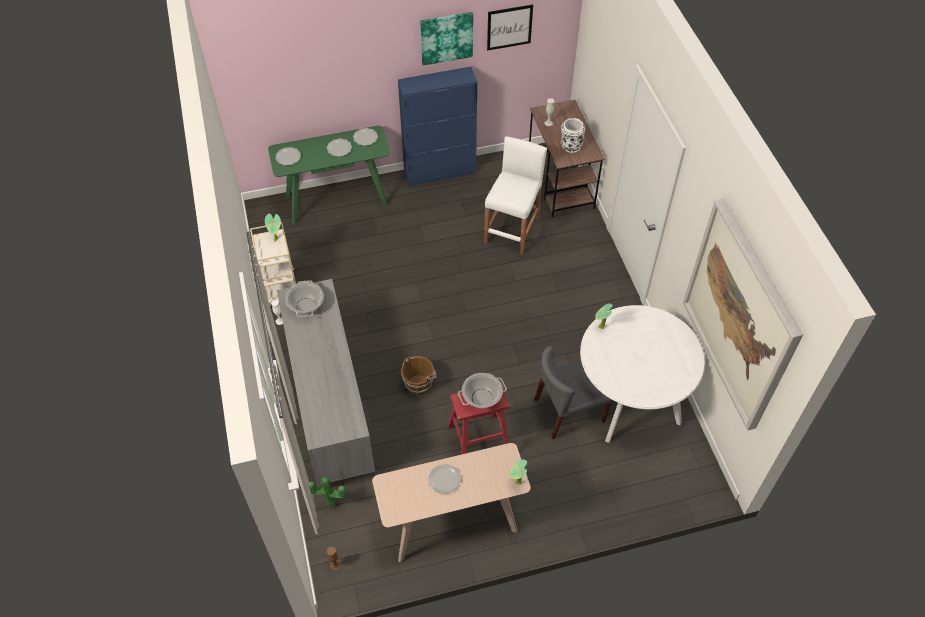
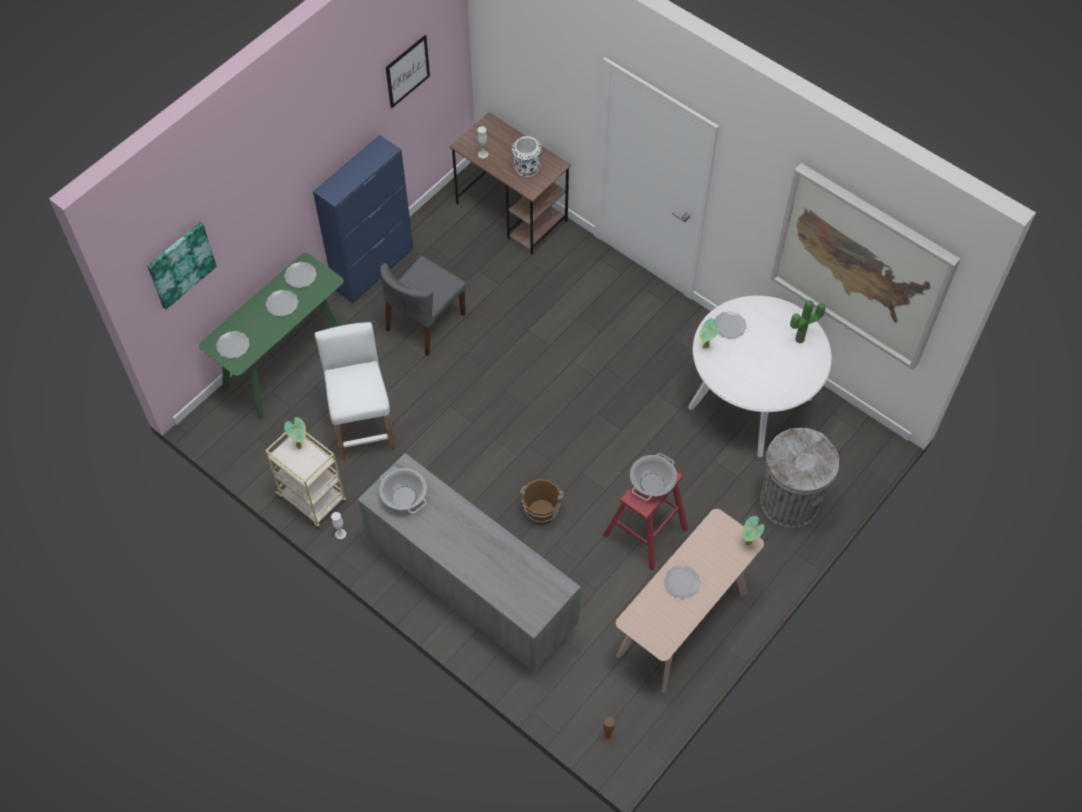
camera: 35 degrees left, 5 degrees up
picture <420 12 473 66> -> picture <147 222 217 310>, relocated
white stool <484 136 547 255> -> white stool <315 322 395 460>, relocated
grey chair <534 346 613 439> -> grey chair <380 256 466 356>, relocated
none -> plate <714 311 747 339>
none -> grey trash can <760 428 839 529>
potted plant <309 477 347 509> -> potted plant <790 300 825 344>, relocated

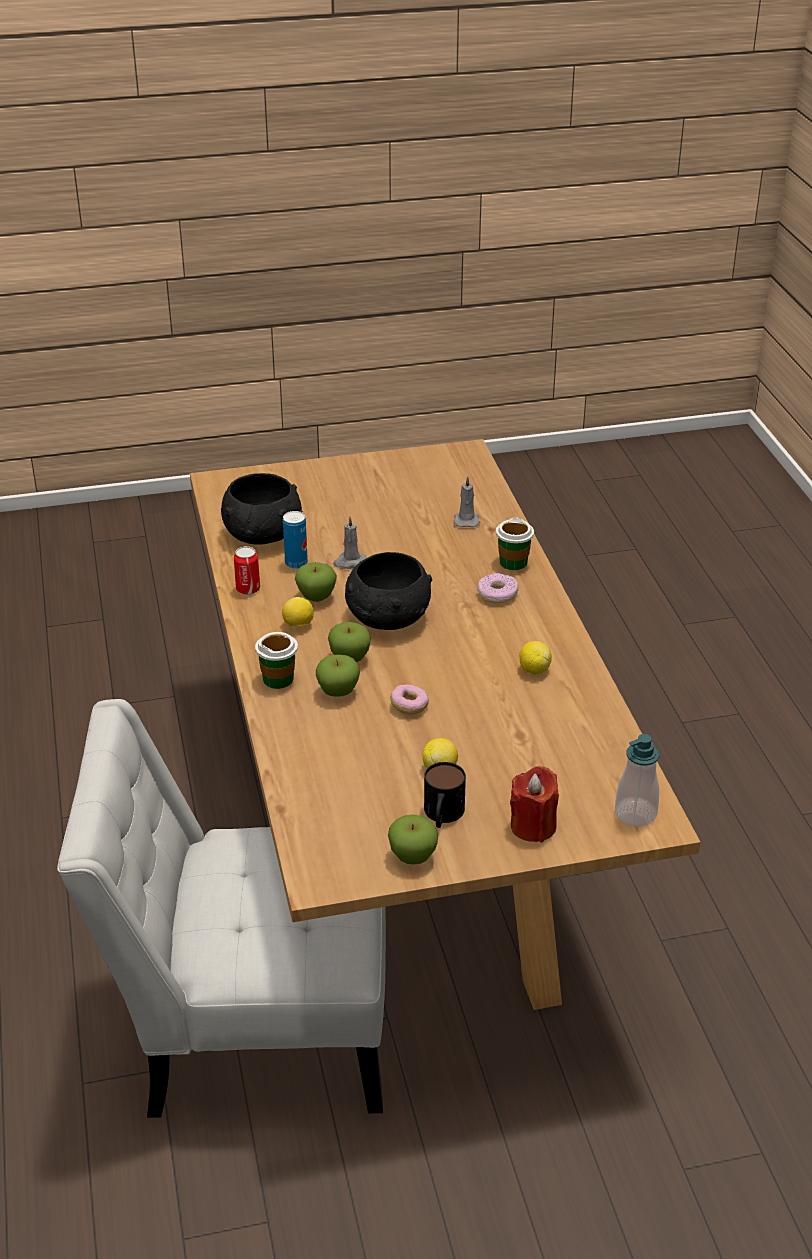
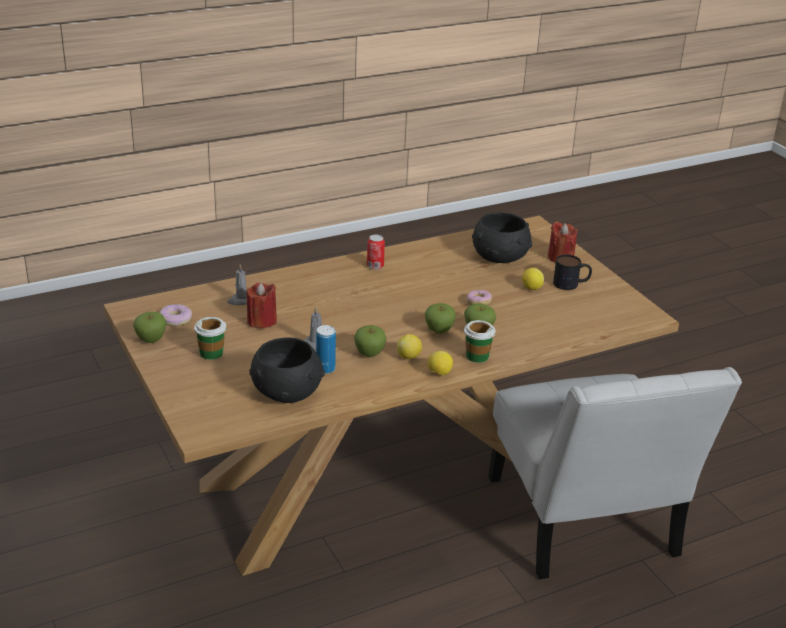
camera: 105 degrees left, 5 degrees down
apple <388 815 438 865> -> apple <133 312 166 343>, relocated
donut <477 573 519 604> -> donut <159 304 192 326>, relocated
cup <496 517 534 570> -> cup <194 317 227 360>, relocated
none -> red candle <247 282 277 328>
can <234 546 260 595> -> can <367 234 385 269>, relocated
lemon <519 641 552 674> -> lemon <428 351 453 375>, relocated
black bowl <345 552 432 630> -> black bowl <472 212 532 263>, relocated
soap dispenser <615 734 659 827> -> none

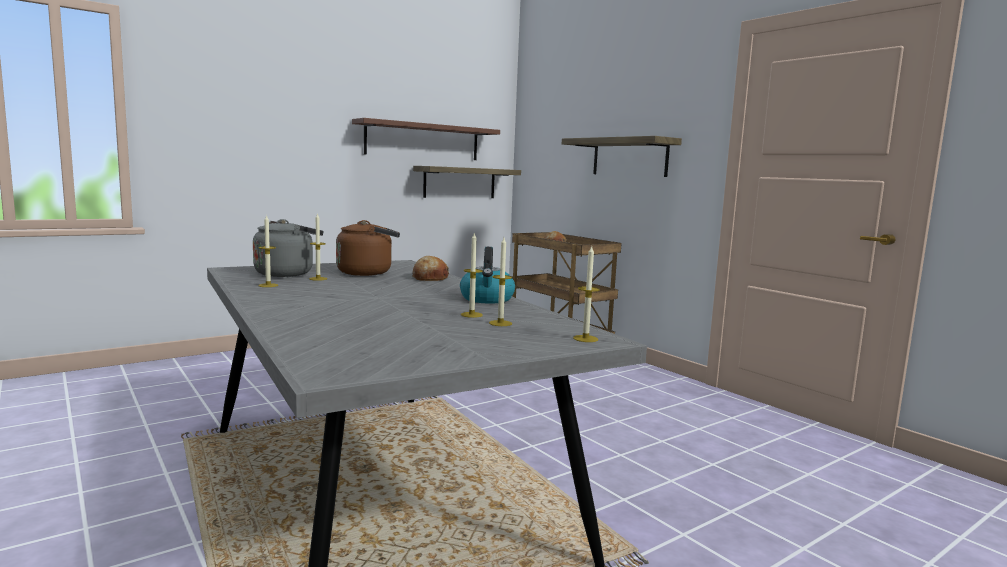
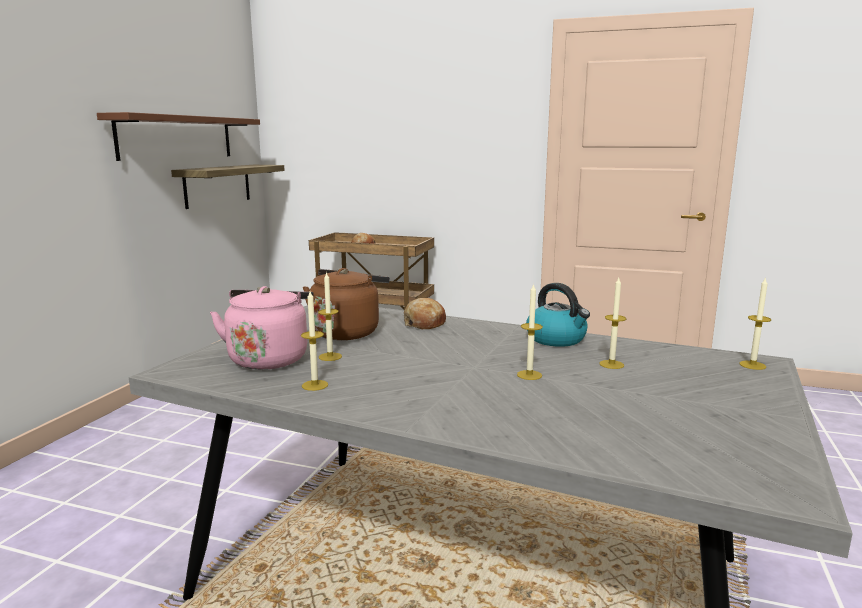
camera: 35 degrees left, 5 degrees up
grey kettle <253 219 324 277> -> pink kettle <210 286 314 370>
candle <489 238 512 326> -> candle <517 283 543 380>, relocated
shelf <562 136 682 177> -> none

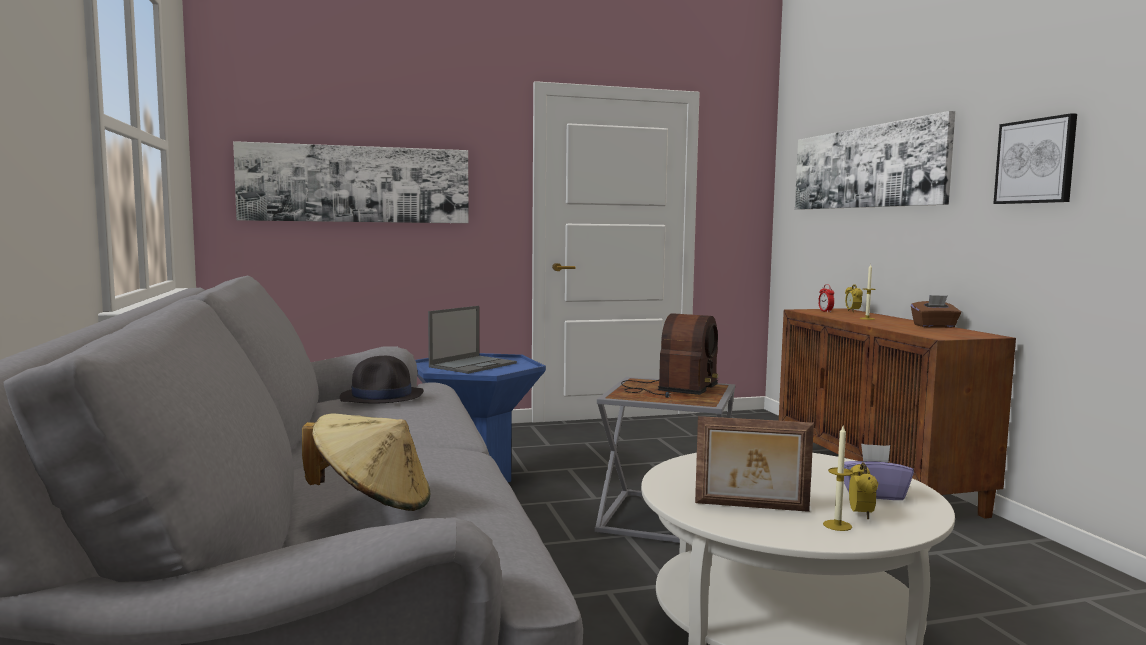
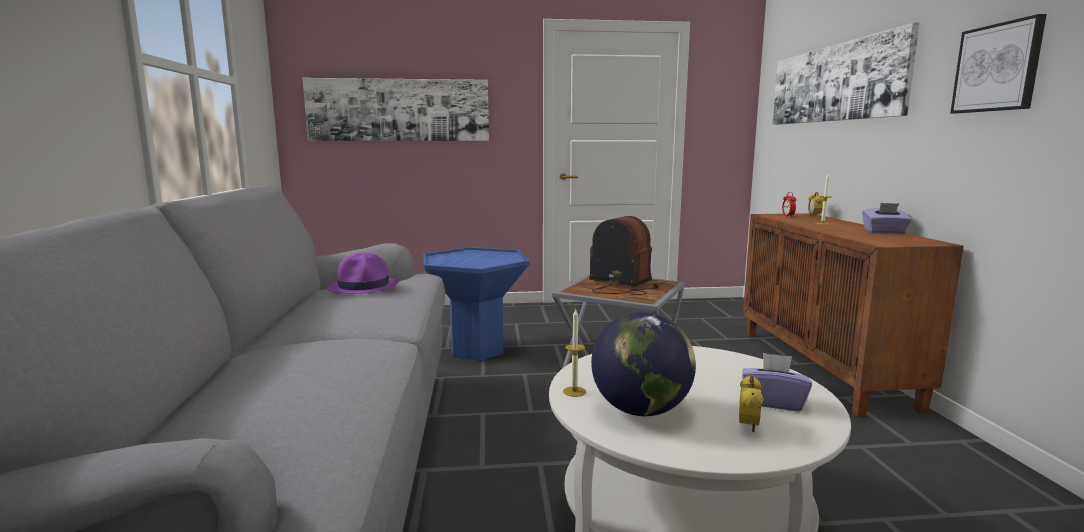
camera: 10 degrees right, 5 degrees up
black hat <340 356 424 403> -> purple hat <328 253 399 294>
candle <823 426 853 531> -> candle <563 309 586 397>, relocated
radio <621 313 718 398> -> radio <589 216 658 295>, 90 degrees counterclockwise
picture frame <695 416 814 512> -> globe <591 312 696 416>
brown tissue box <911 295 961 328> -> purple tissue box <862 203 912 234>
beige hat <302 414 430 511> -> none
laptop <428 306 517 374> -> none

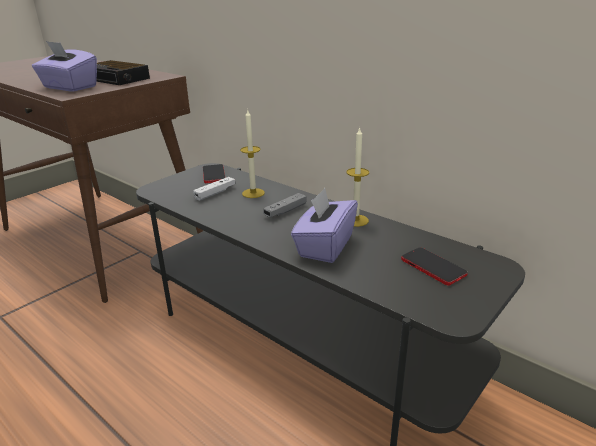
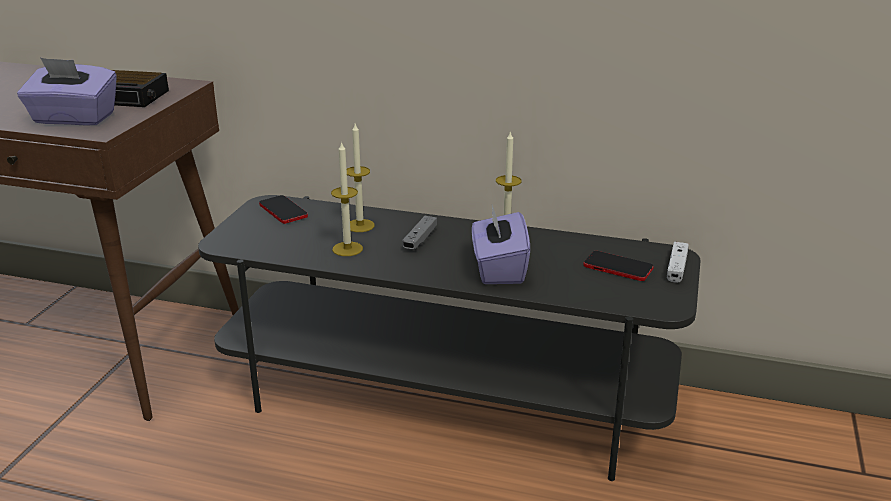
camera: 25 degrees left, 0 degrees up
none -> candle <331 141 363 256>
white game controller <193 177 235 201> -> white game controller <667 242 689 283>, relocated

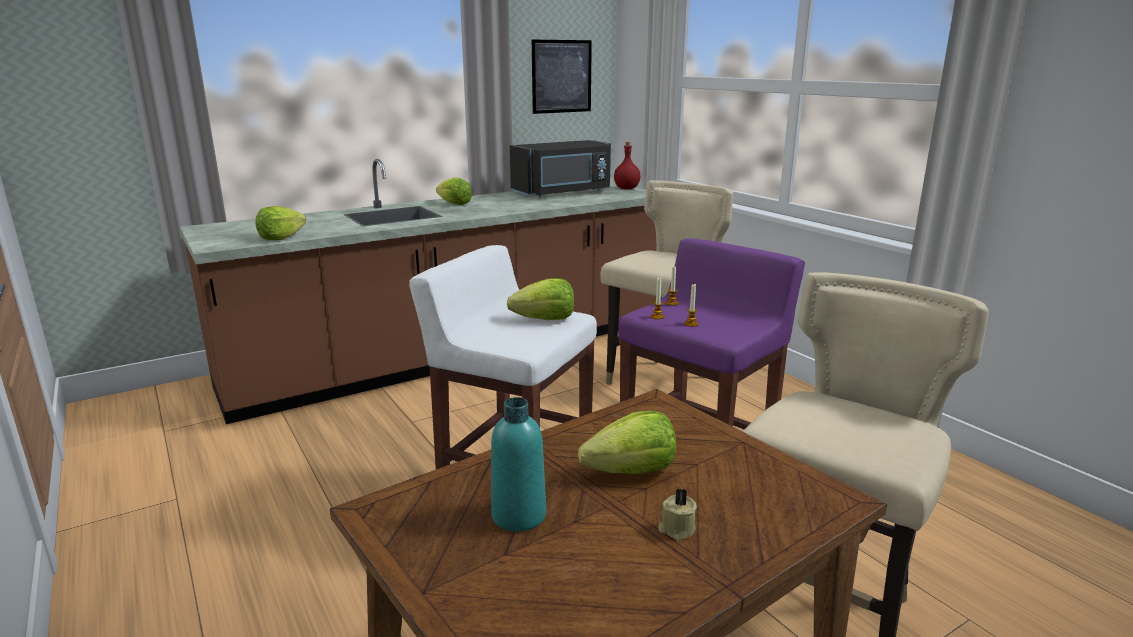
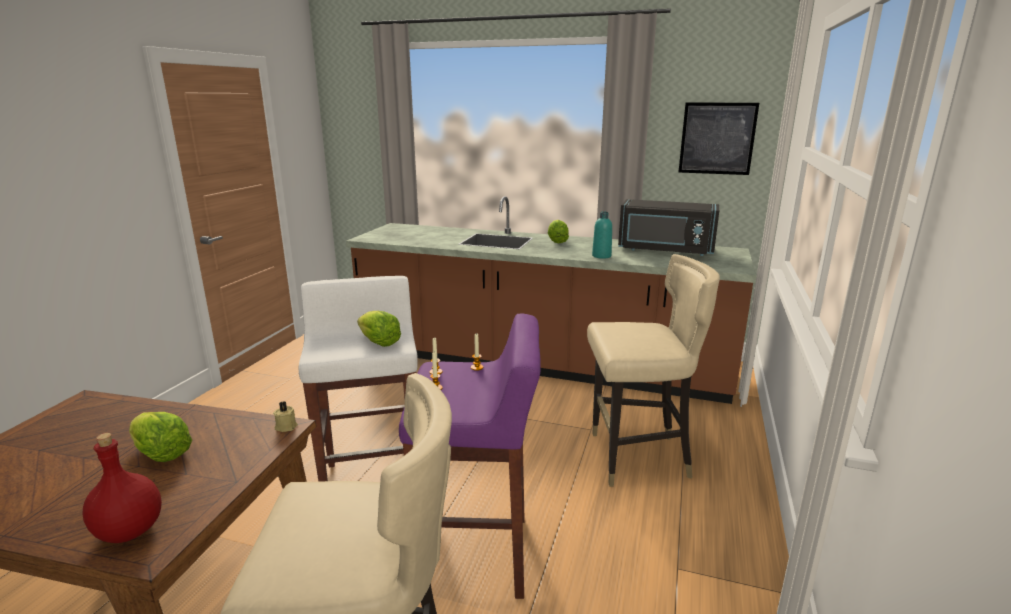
camera: 50 degrees right, 0 degrees up
red bottle <614 142 640 189> -> red bottle <83 433 162 543>, relocated
beige candle <658 488 697 540> -> beige candle <273 401 298 432>, relocated
turquoise bottle <491 397 546 532> -> turquoise bottle <592 212 612 259>, relocated
lettuce <255 206 306 240> -> none

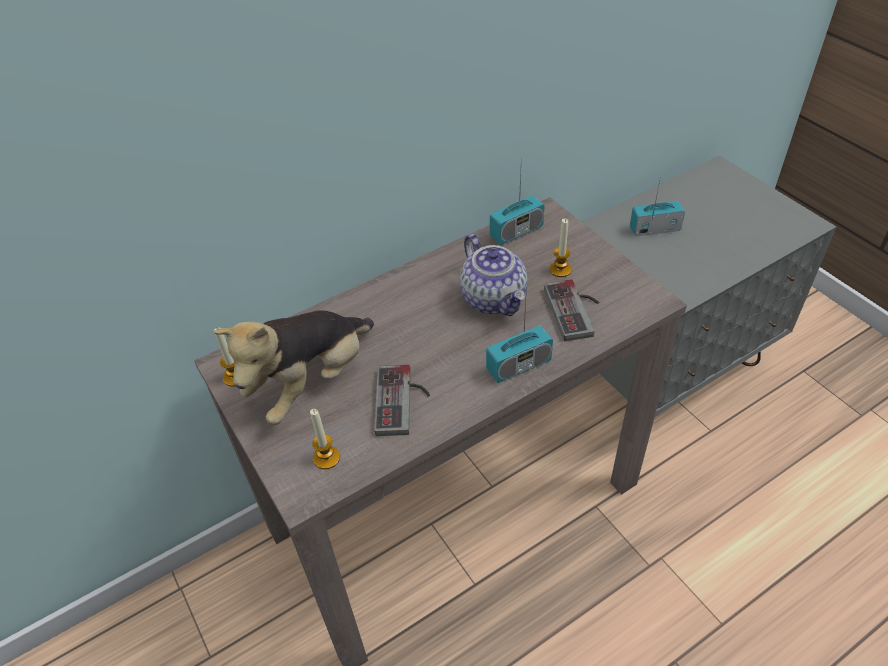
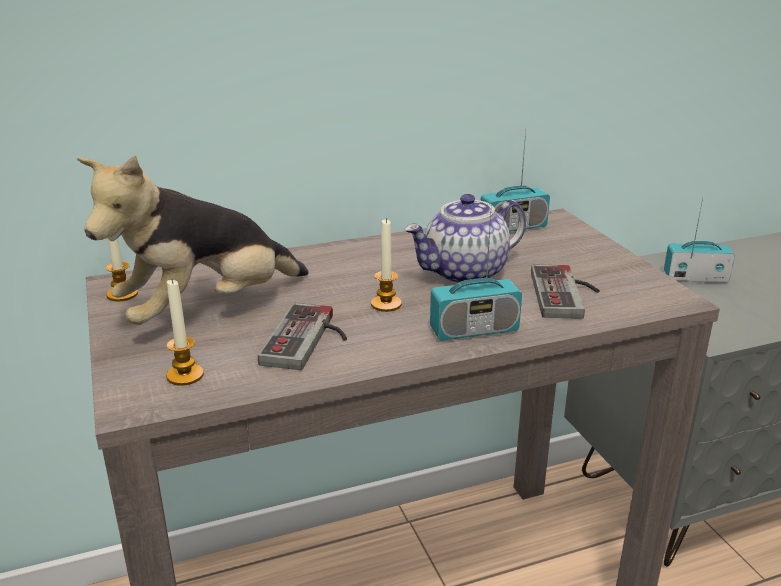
camera: 10 degrees right, 20 degrees down
candle <550 218 572 277> -> candle <371 218 402 312>, relocated
teapot <460 234 528 316> -> teapot <404 194 526 284>, 75 degrees clockwise

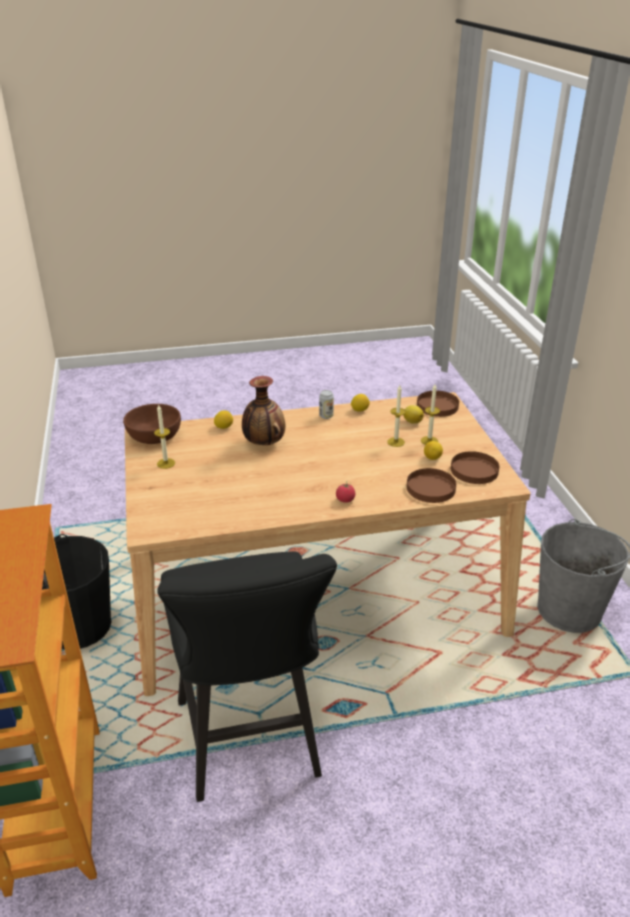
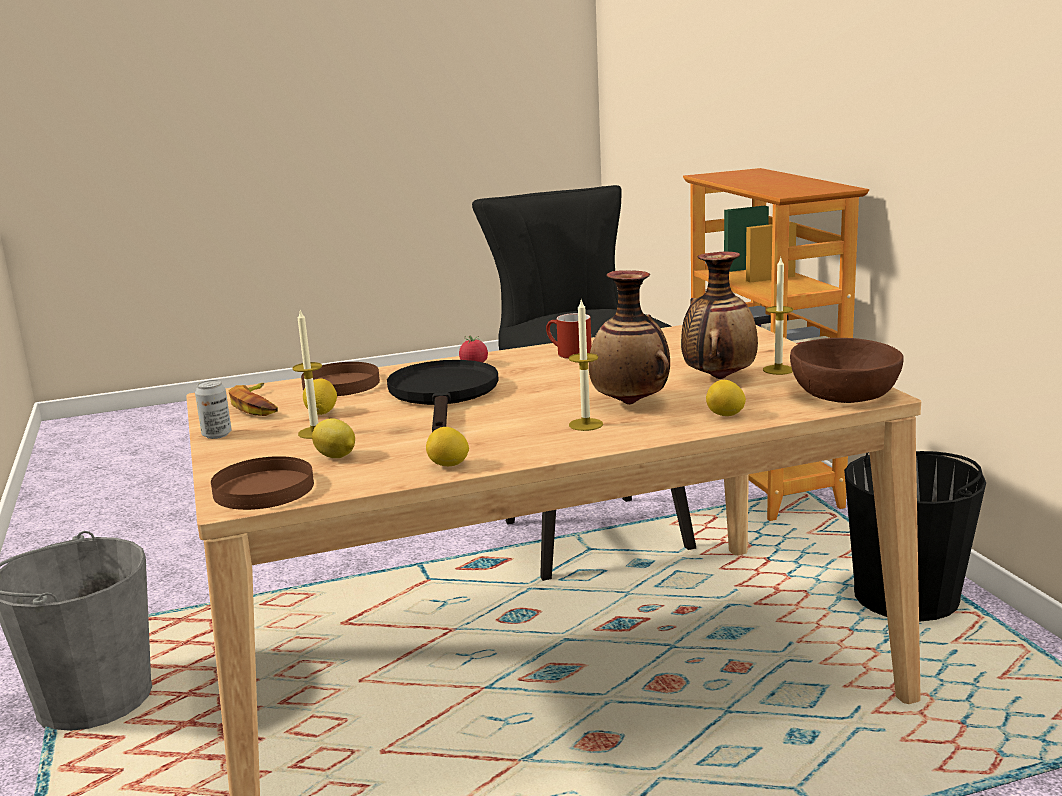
camera: 175 degrees right, 15 degrees down
can <319 390 334 419> -> can <195 380 231 439>, relocated
brown plate <451 451 499 484> -> banana <228 383 278 416>
none -> black frying pan <387 360 499 432>
none -> red mug <546 313 592 359>
candle <387 385 406 447> -> candle <569 298 603 431>, relocated
none -> vase <681 252 758 379>

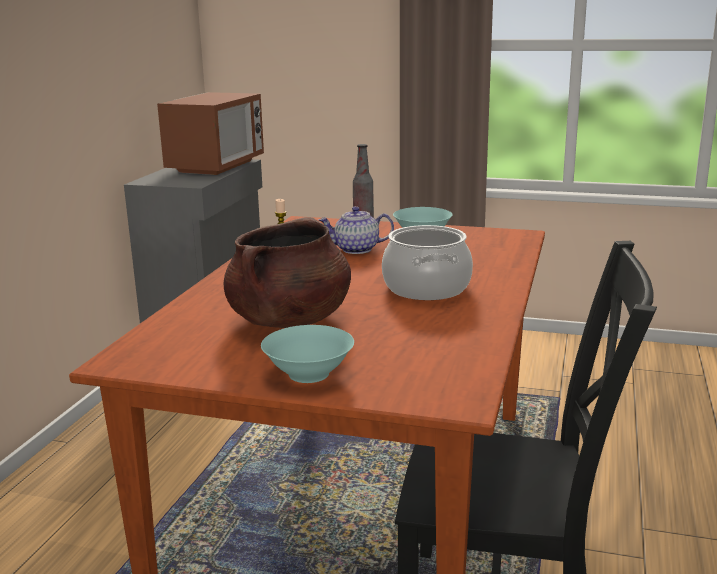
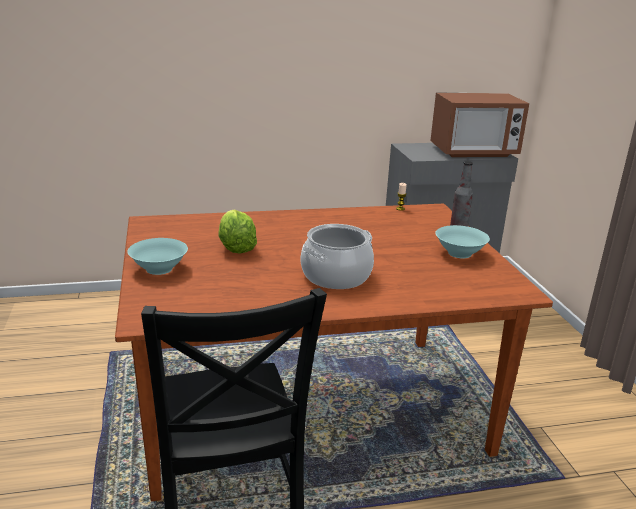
camera: 60 degrees right, 5 degrees up
brown cooking pot <223 217 351 328> -> lettuce <218 210 257 254>
teapot <319 206 394 254> -> none

